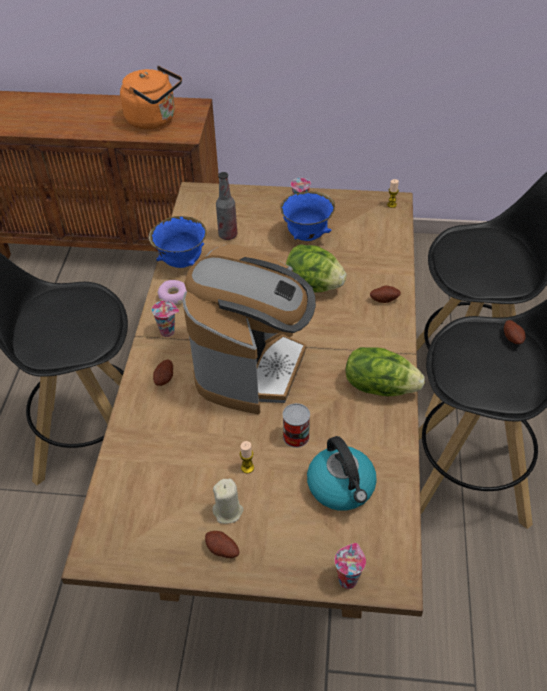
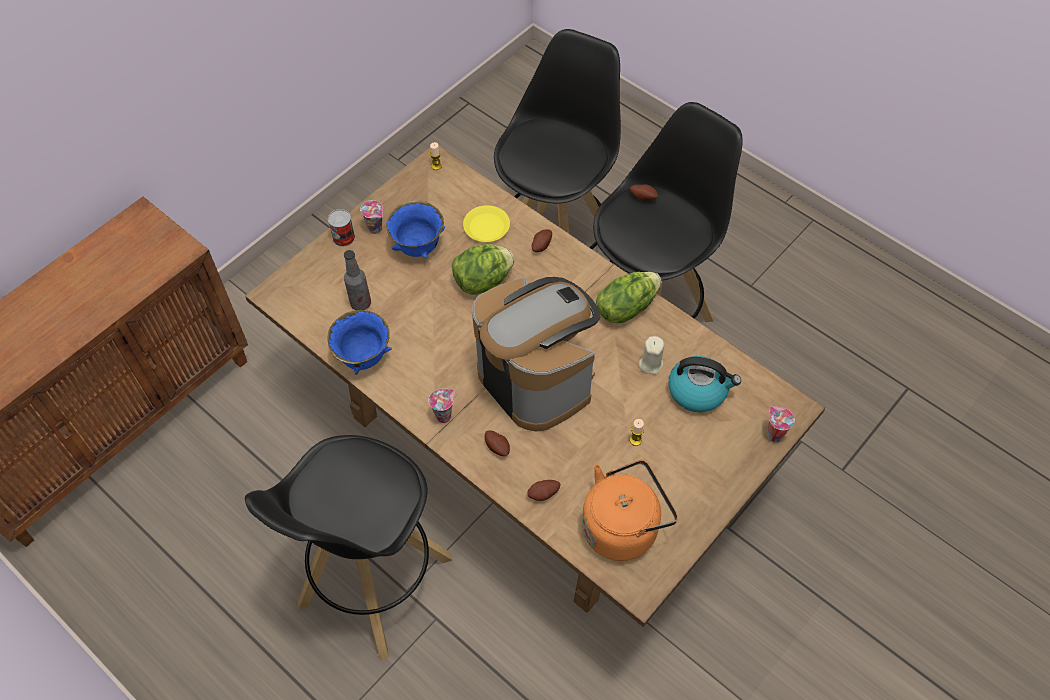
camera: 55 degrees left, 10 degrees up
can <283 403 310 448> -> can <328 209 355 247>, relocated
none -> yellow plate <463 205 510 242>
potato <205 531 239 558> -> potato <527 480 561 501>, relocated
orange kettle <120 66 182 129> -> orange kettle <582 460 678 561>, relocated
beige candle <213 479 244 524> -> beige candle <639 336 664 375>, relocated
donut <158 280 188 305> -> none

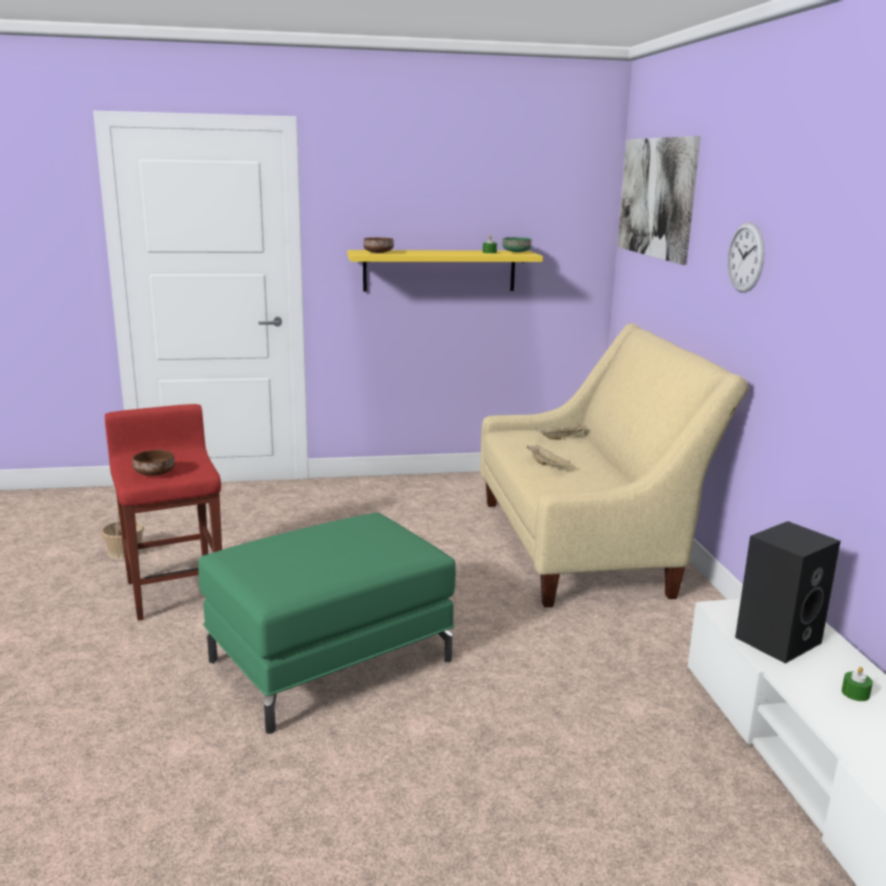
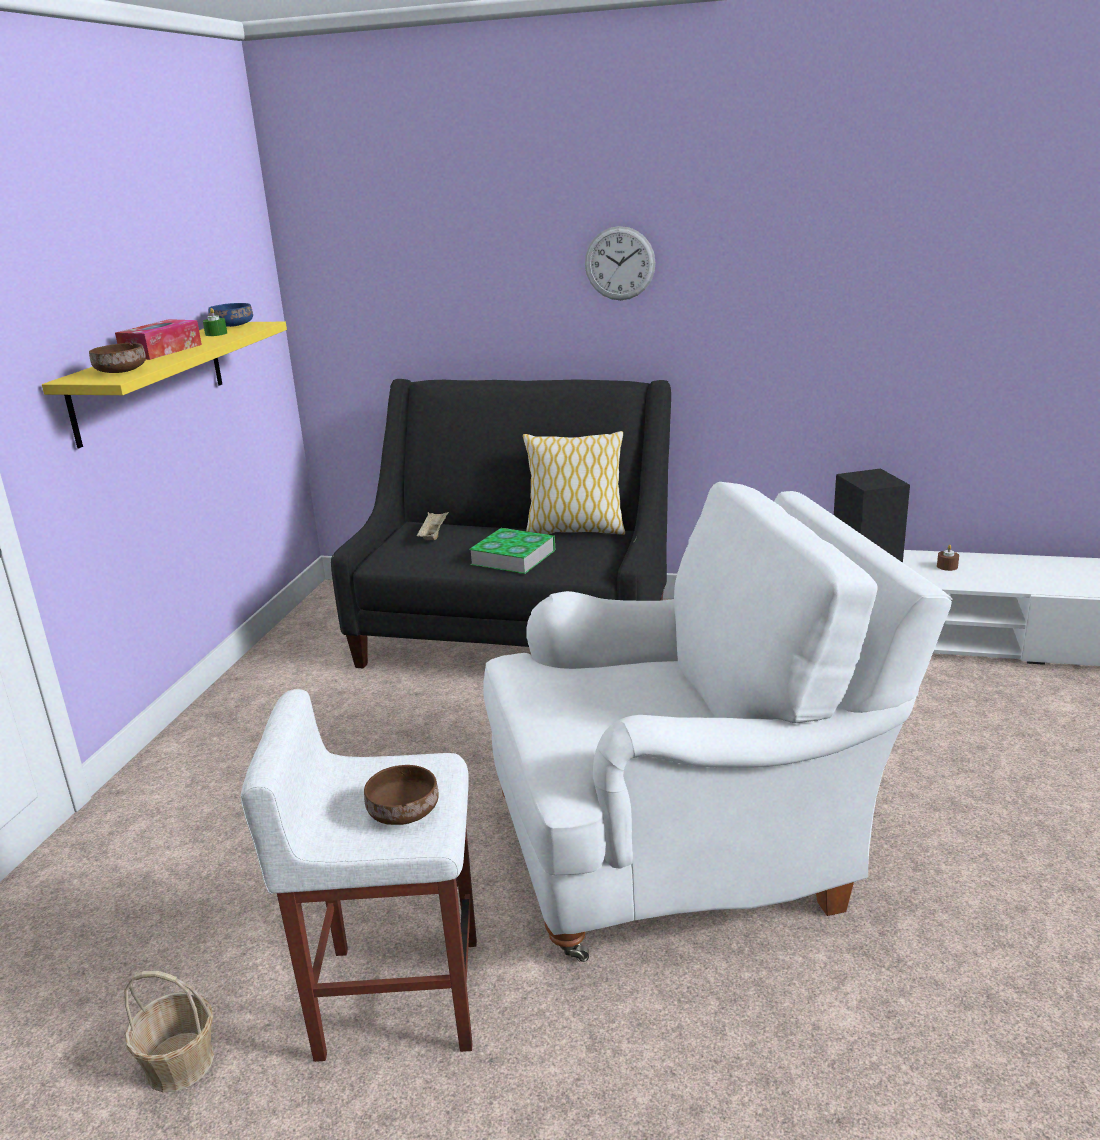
camera: 65 degrees left, 5 degrees up
none -> tissue box <115 319 202 360>
green bowl <503 237 532 252> -> blue bowl <208 303 253 327>
red stool <105 404 222 621> -> white stool <241 689 477 1062>
beige sofa <480 323 749 608> -> black sofa <331 379 671 669>
beige tray <527 445 570 466> -> book <469 528 555 574>
green ottoman <198 512 456 734> -> white armchair <484 482 953 962>
none -> pillow <523 431 625 535>
green candle <842 667 873 701> -> brown candle <937 545 959 571>
picture <617 136 701 265> -> none

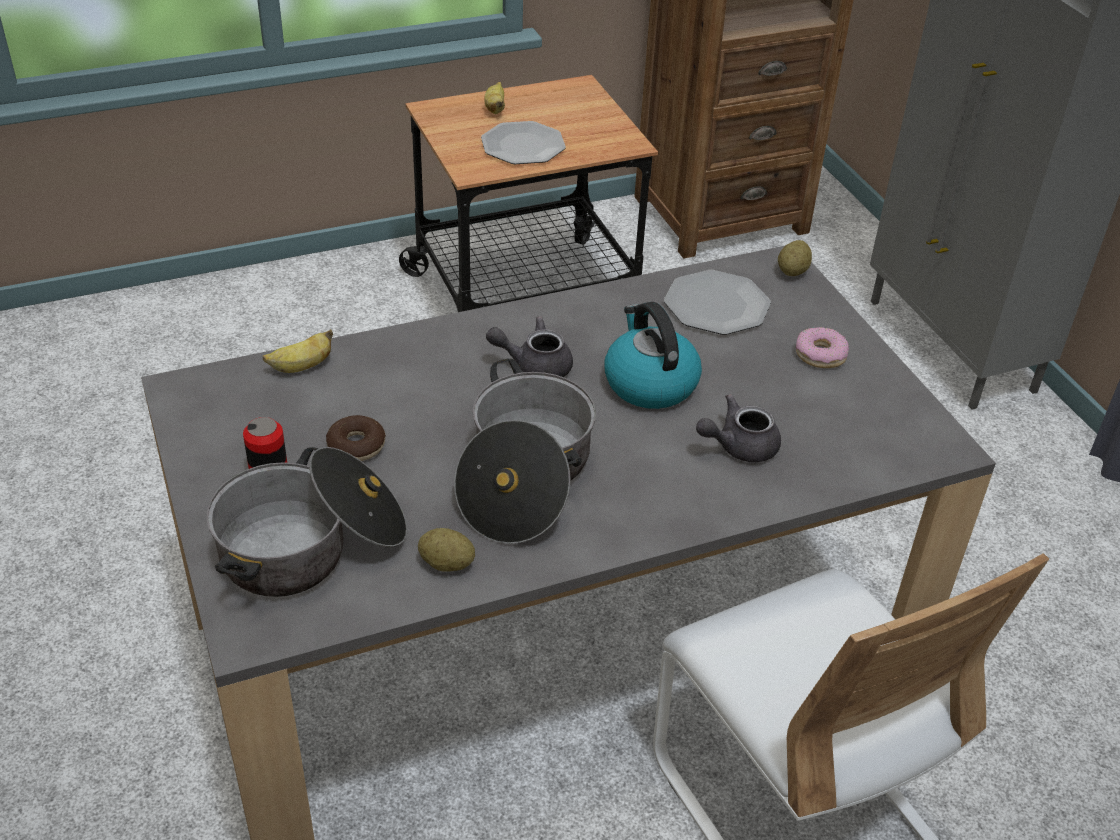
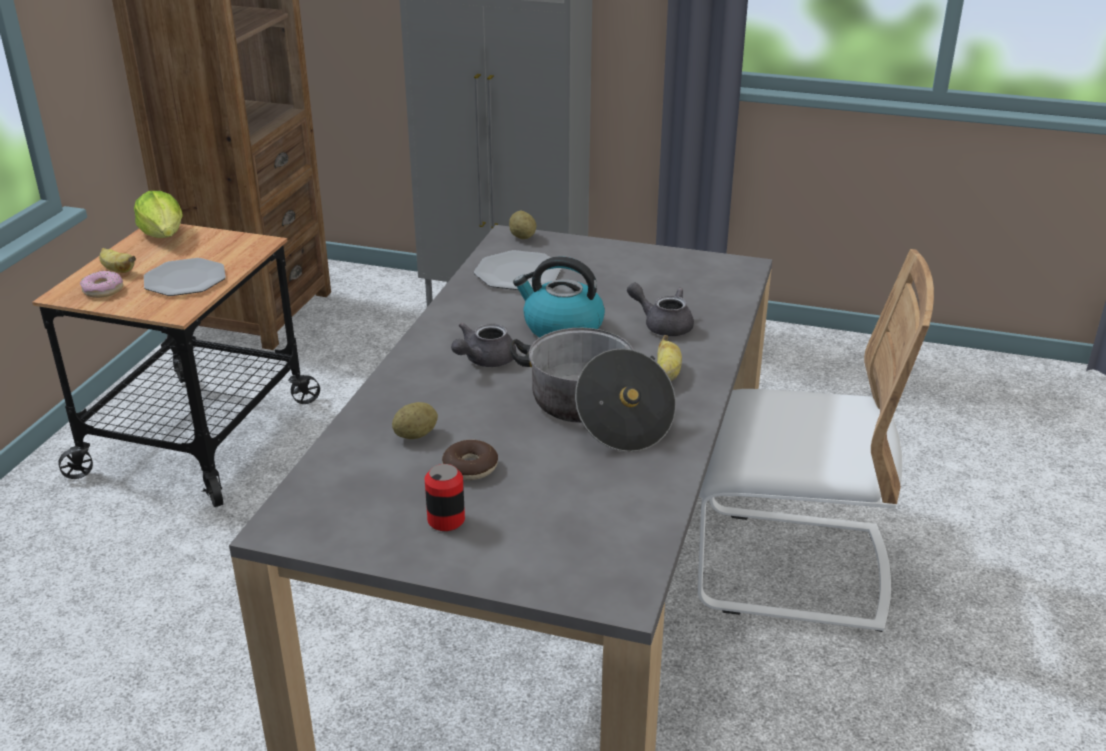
camera: 50 degrees left, 10 degrees down
donut <796 327 849 368> -> donut <80 271 123 298>, relocated
none -> lettuce <134 191 183 238>
potato <418 528 475 572> -> potato <392 402 438 439>, relocated
grey teapot <696 394 781 462> -> grey teapot <627 283 694 336>, 105 degrees clockwise
banana <262 329 333 373> -> banana <657 335 682 381>, relocated
cooking pot <206 447 407 597> -> none

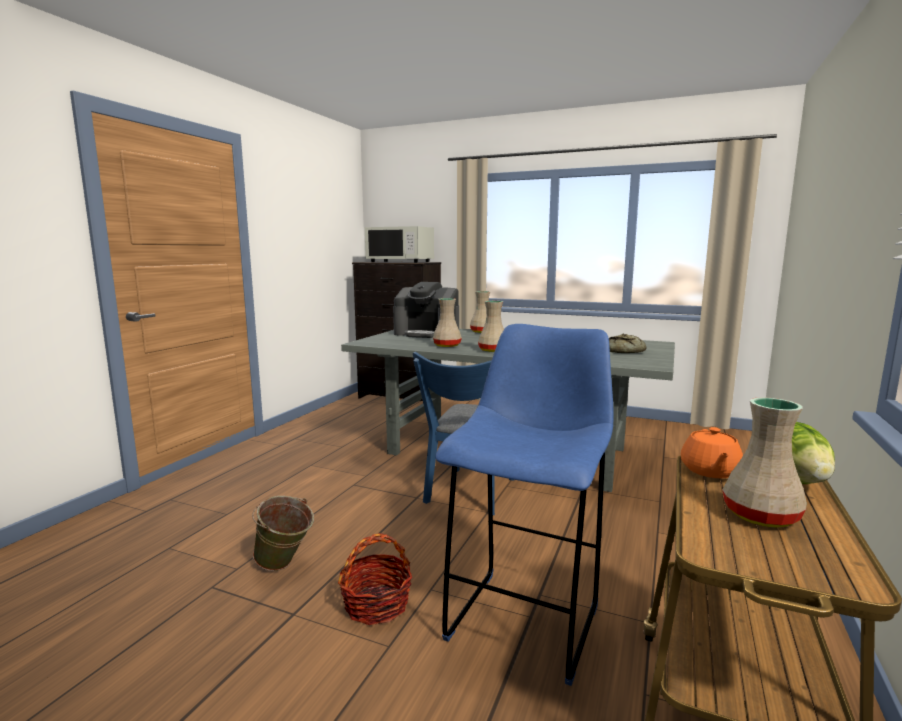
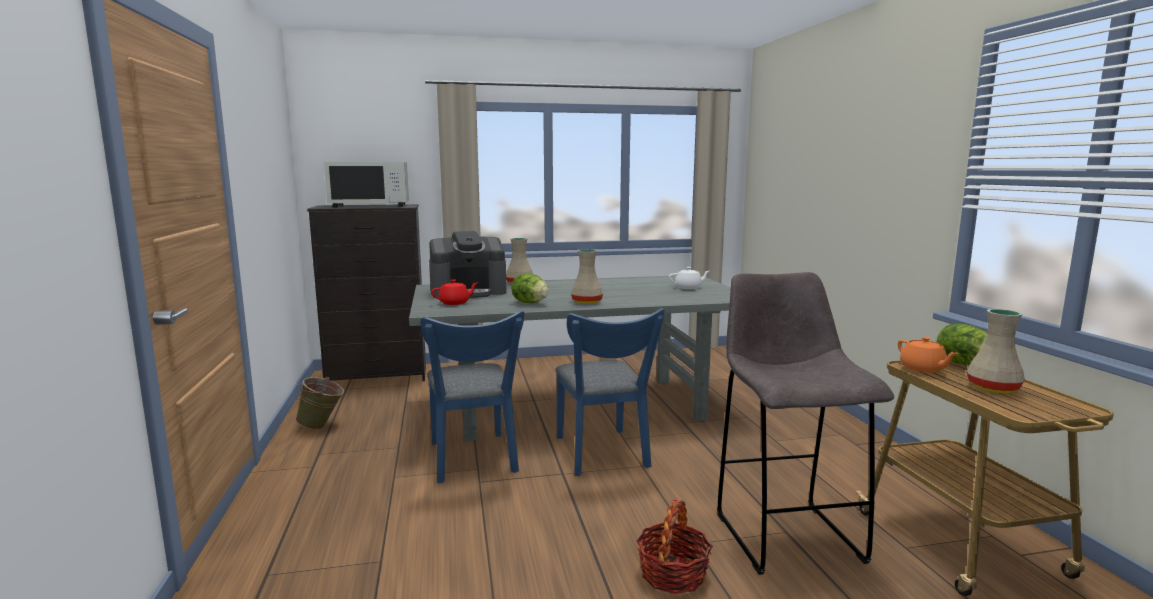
camera: 35 degrees left, 0 degrees up
green bucket <252 496 314 571> -> green bucket <295 377 344 429>, relocated
none -> blue chair <420 310 525 483>
none -> red teapot <431 279 479 305>
beige vase <433 298 462 347> -> lettuce <511 273 549 303>
bread <609 334 647 353> -> white teapot <669 267 710 289>
blue stool <435 324 613 686> -> grey stool <717 272 894 575>

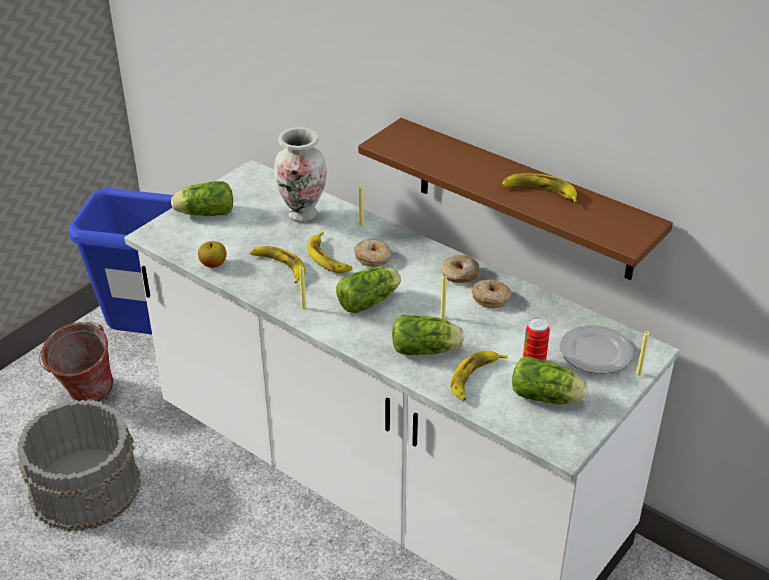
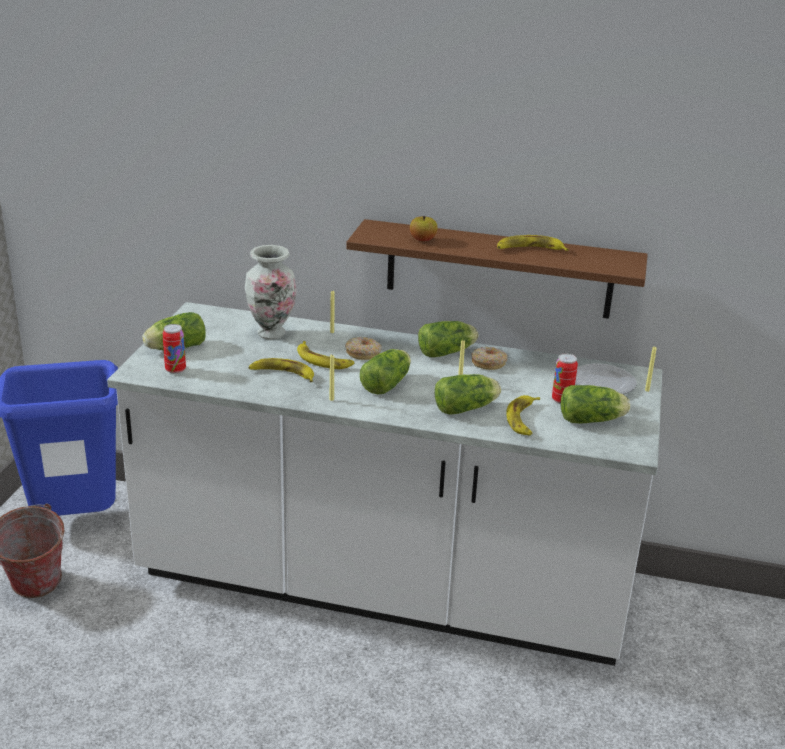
camera: 25 degrees left, 10 degrees down
none -> can <162 324 186 374>
apple <198 241 226 268> -> apple <410 216 438 241>, relocated
donut <441 255 479 283> -> lettuce <418 321 478 357>
grey bucket <17 399 141 532> -> none

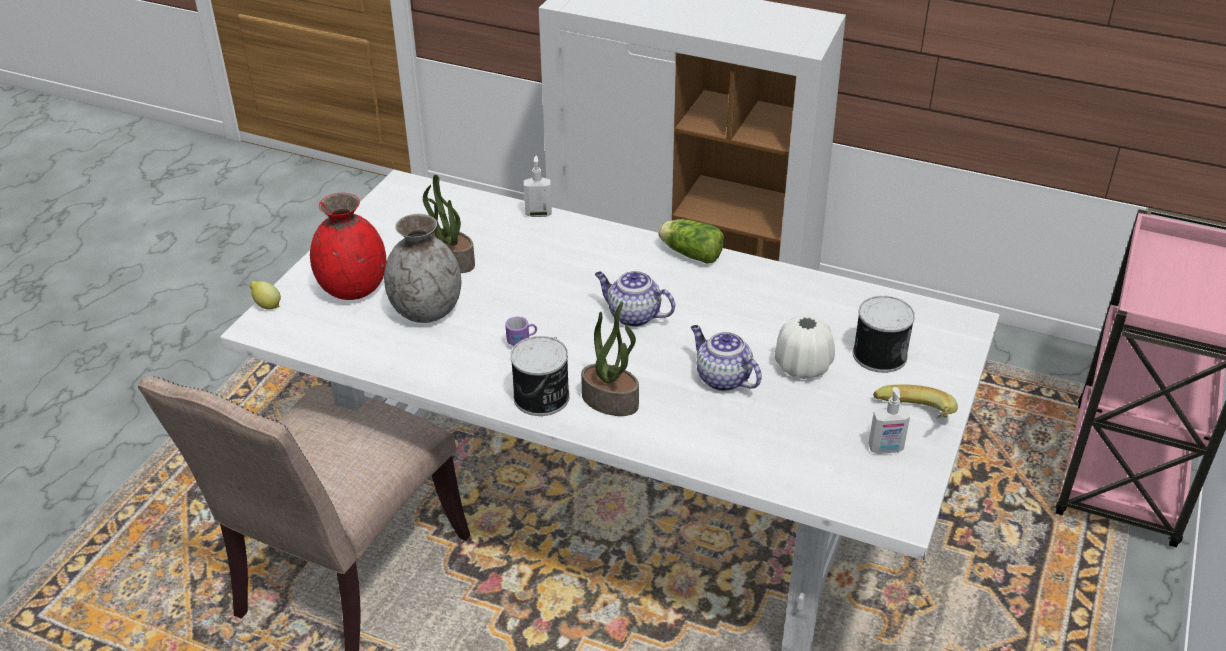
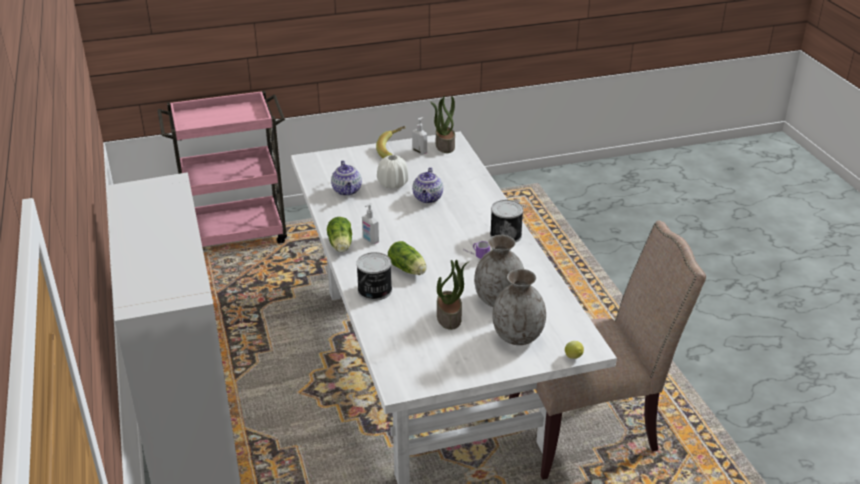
camera: 130 degrees left, 5 degrees down
teapot <595 271 675 327> -> teapot <331 160 362 196>, relocated
can <853 296 915 373> -> can <356 252 392 301>, relocated
soap dispenser <524 156 552 217> -> soap dispenser <362 203 379 244>, relocated
none -> lettuce <388 241 427 275>
potted plant <581 302 639 416> -> potted plant <430 95 455 153>, relocated
red vase <310 193 386 300> -> grey vase <492 269 546 345>

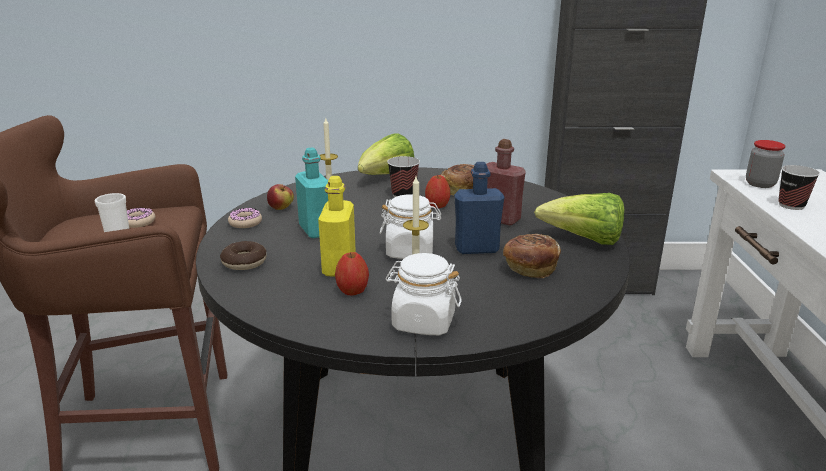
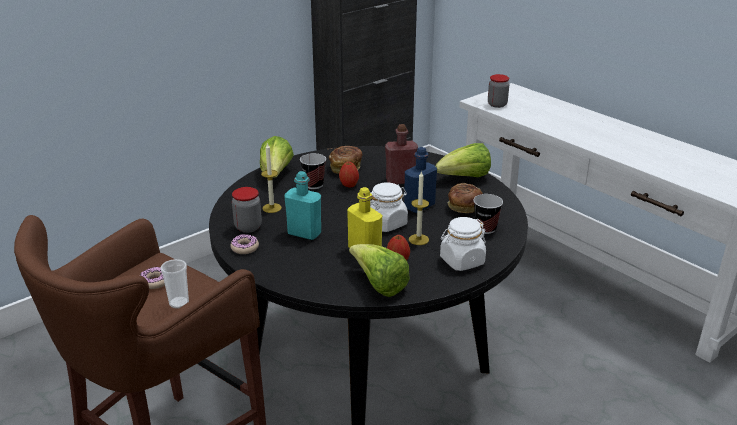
camera: 40 degrees left, 5 degrees up
apple <267 184 294 210> -> jar <232 187 262 233>
none -> lettuce <349 244 410 297>
cup <778 165 820 210> -> cup <473 194 503 234>, relocated
donut <220 241 267 270> -> none

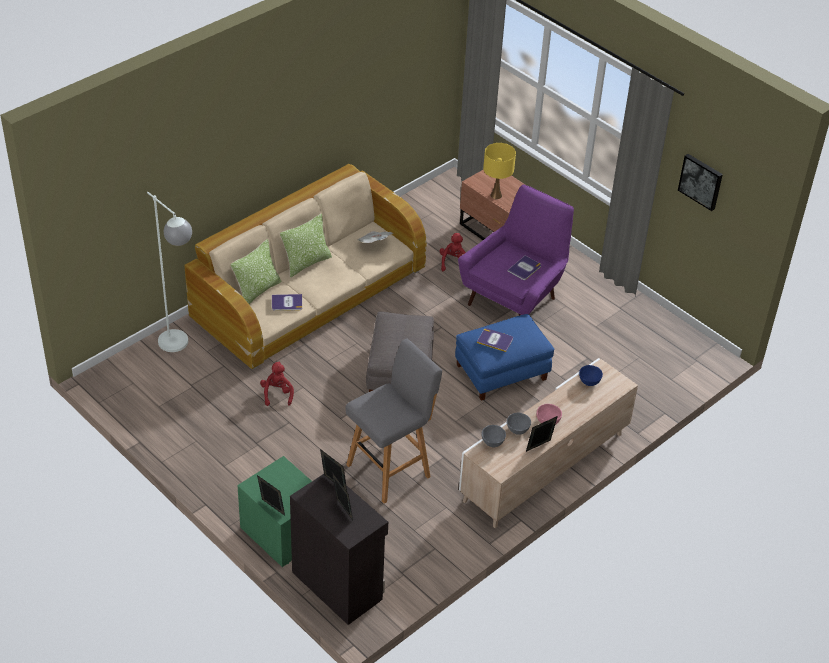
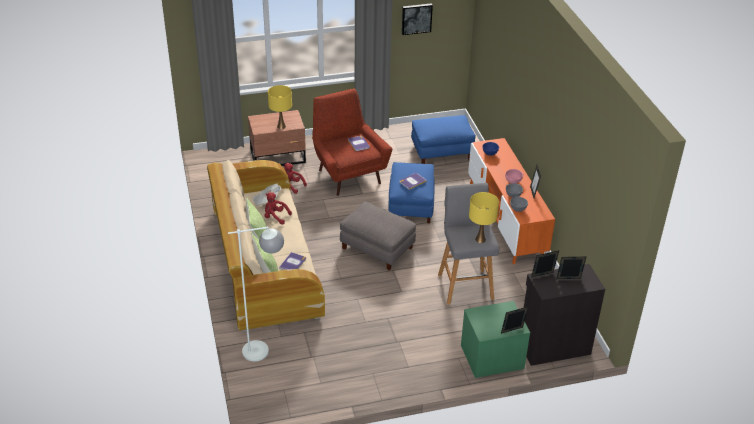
camera: 60 degrees left, 5 degrees down
red plush toy <260 362 294 406> -> red plush toy <264 192 292 225>, relocated
purple armchair <458 185 574 316> -> red armchair <312 88 392 196>
none -> blue ottoman <411 115 476 164>
beige tv stand <459 358 638 528> -> orange tv stand <468 138 555 264>
none -> yellow table lamp <469 192 499 243>

